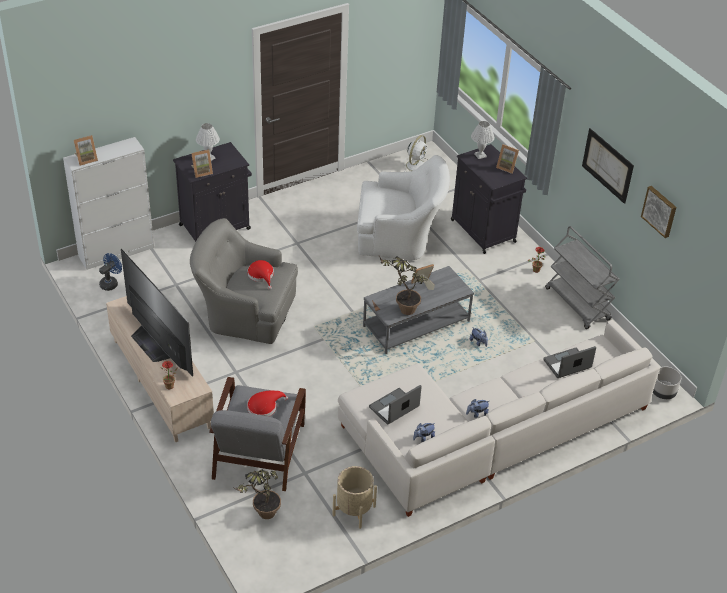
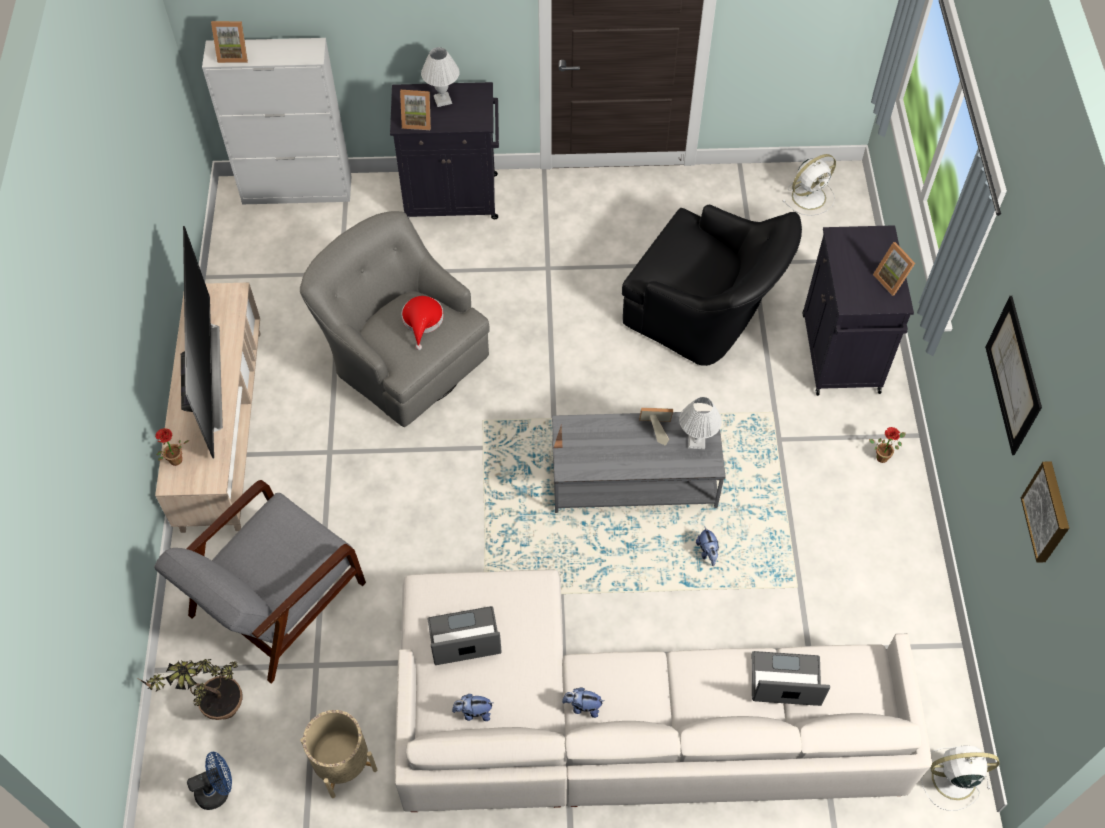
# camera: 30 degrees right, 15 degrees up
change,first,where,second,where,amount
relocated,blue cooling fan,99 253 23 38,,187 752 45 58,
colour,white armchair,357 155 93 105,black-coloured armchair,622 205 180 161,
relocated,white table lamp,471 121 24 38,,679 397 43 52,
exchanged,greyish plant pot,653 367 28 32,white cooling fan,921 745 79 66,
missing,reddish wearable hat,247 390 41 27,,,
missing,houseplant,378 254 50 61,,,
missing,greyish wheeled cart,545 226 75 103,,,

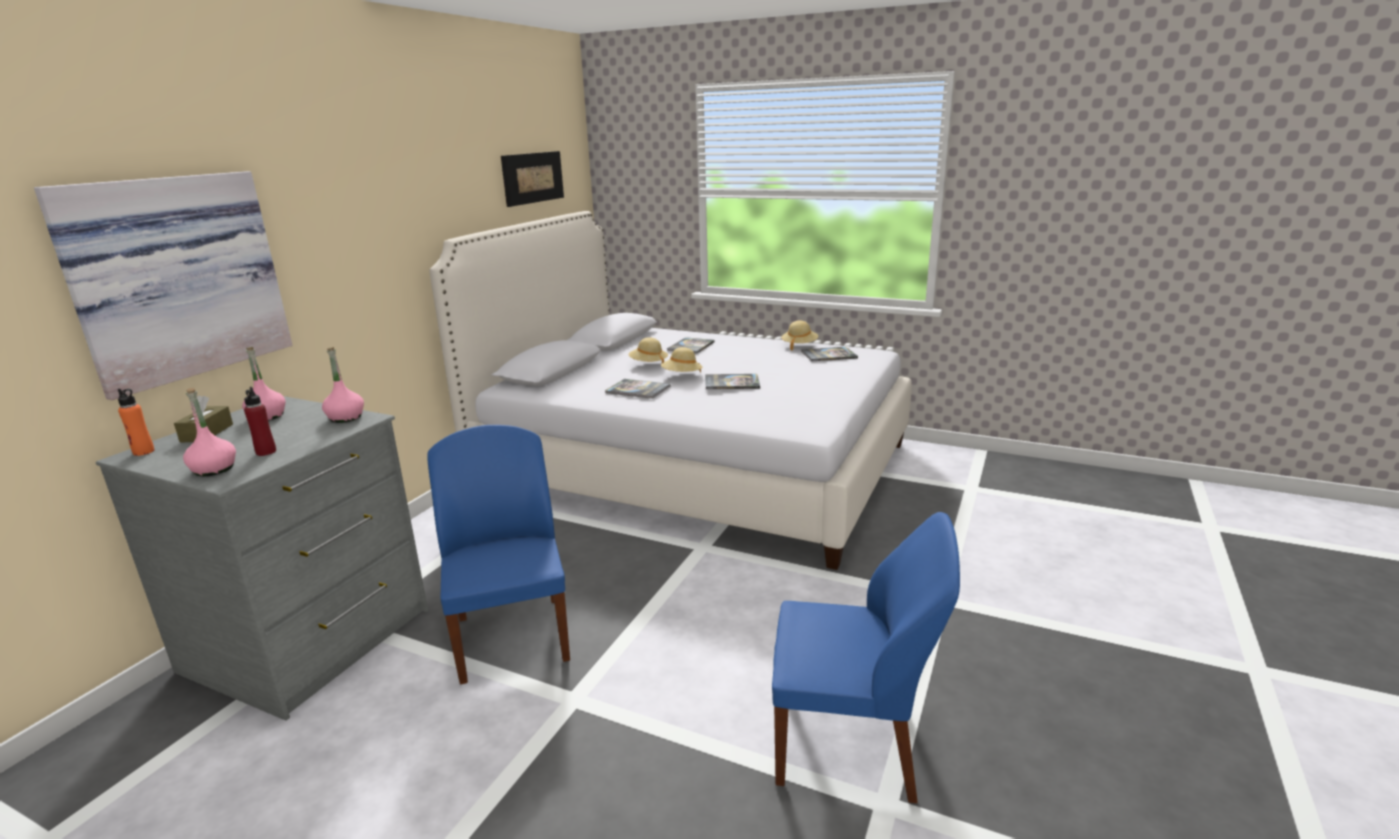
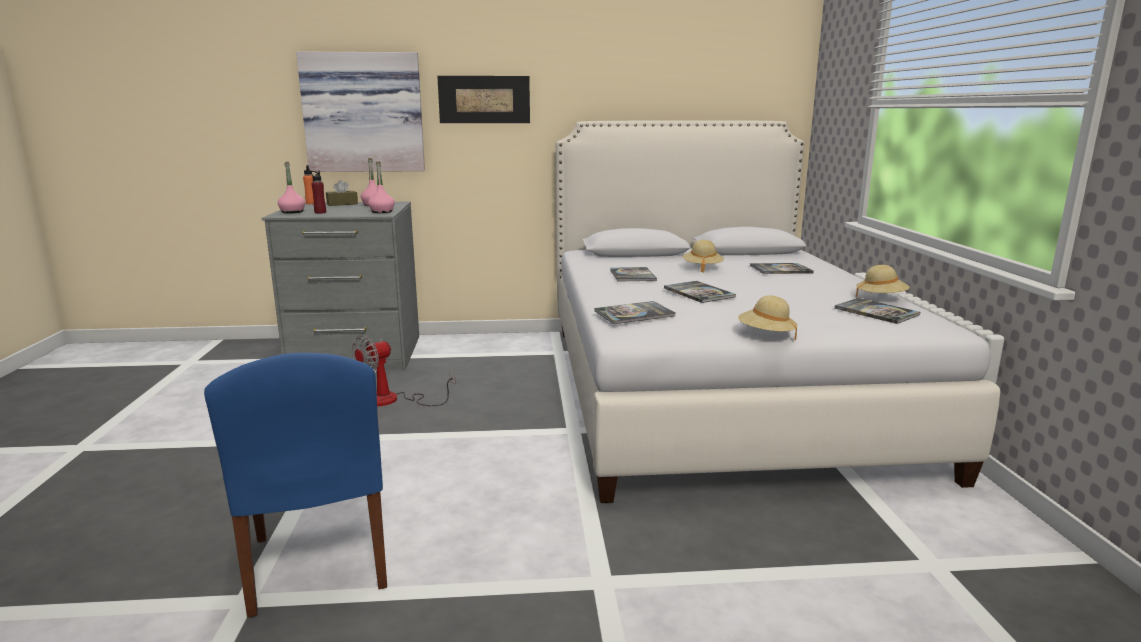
# camera: 60 degrees right, 5 degrees down
change,first,where,second,where,amount
exchanged,blue plain chair,427 425 143 260,cooling fan,352 335 103 71,
relocated,wall art,501 151 63 56,,437 76 93 47,
appeared,,,volume,594 301 81 23,
relocated,beige-coloured wearable hat,661 347 41 26,,738 295 59 45,

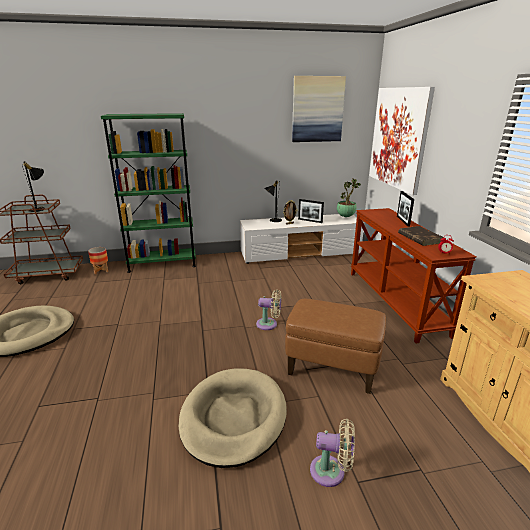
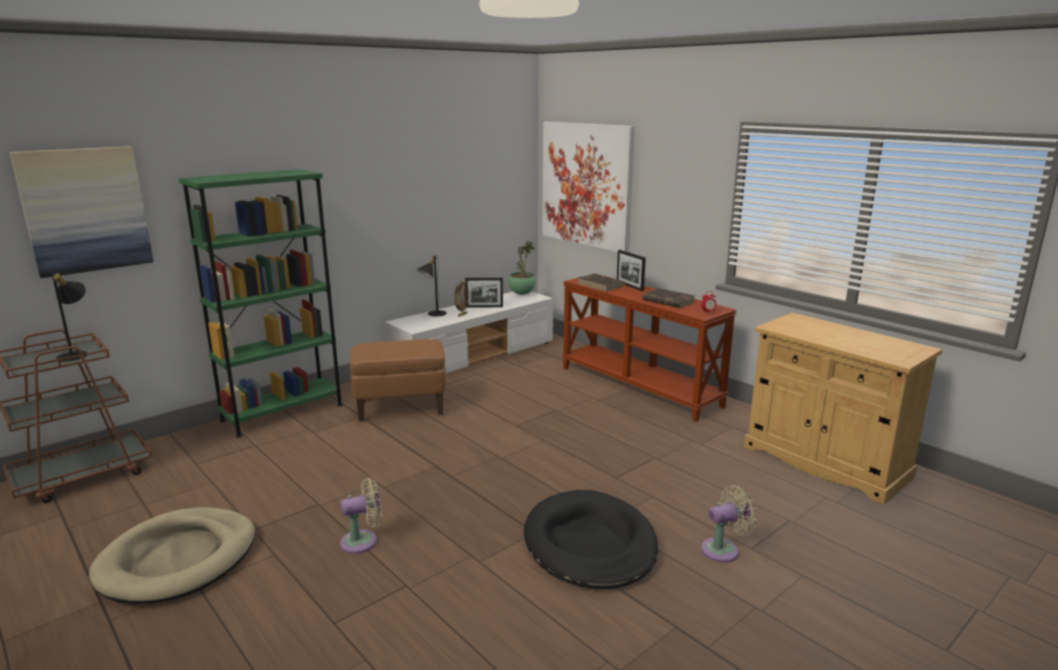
# camera: 30 degrees left, 5 degrees down
change,first,where,second,where,amount
relocated,wall art,292 76 54 66,,10 146 144 132,
relocated,beige-coloured cooling fan,256 289 25 41,,340 478 42 76,
relocated,brown pouffe,285 298 101 96,,350 339 96 82,
colour,beige-coloured pet bed,178 368 109 100,black-coloured pet bed,524 490 134 99,
appeared,,,brown volume,577 274 48 18,
missing,plant pot,88 247 20 27,,,

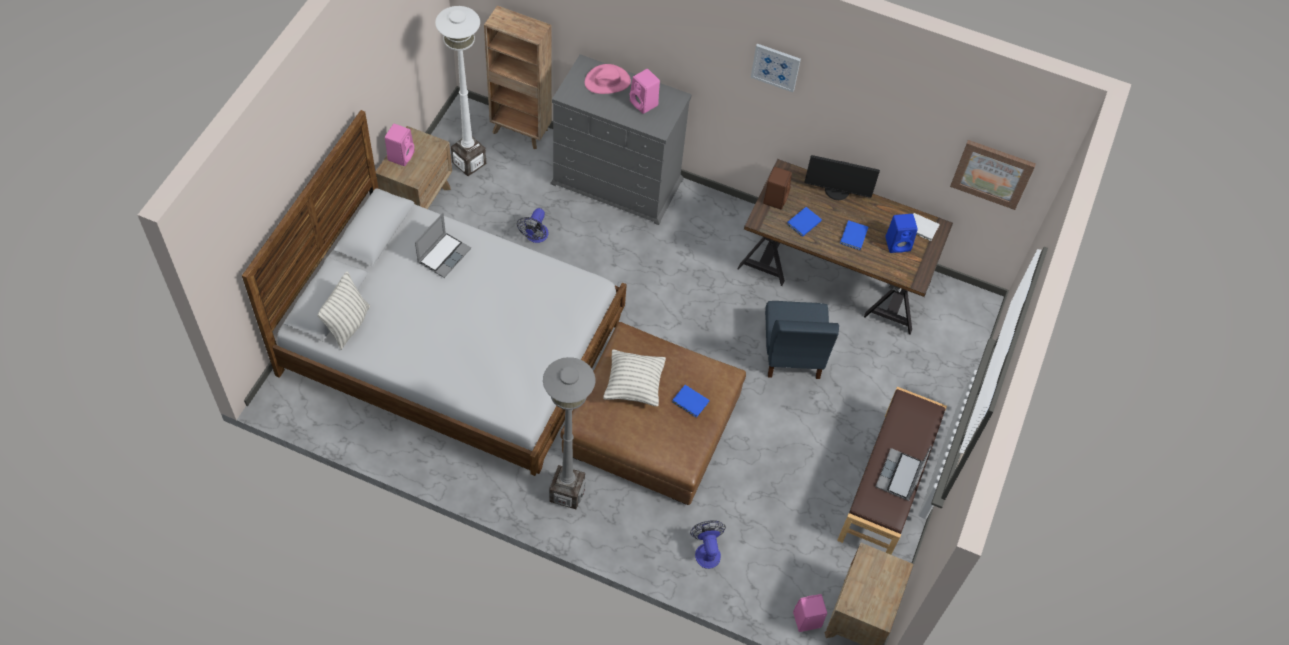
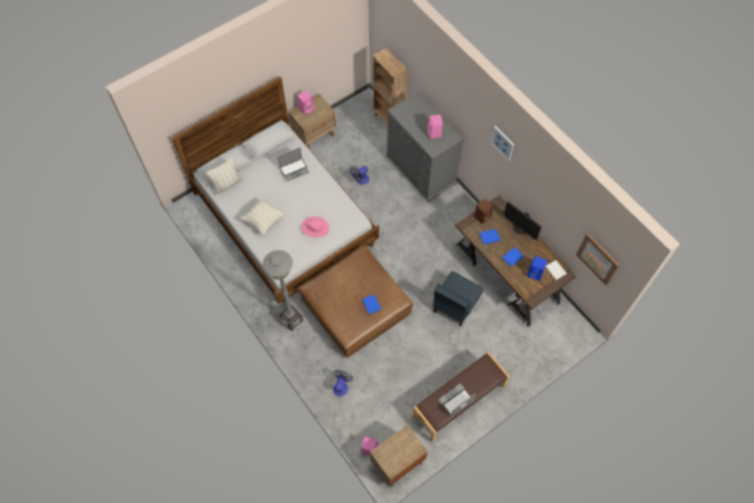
# camera: 35 degrees right, 5 degrees up
change,first,where,second,where,amount
relocated,cushion,603 349 63 57,,240 197 44 38,
relocated,pink-coloured wearable hat,585 64 46 30,,301 216 28 21,
missing,white standard lamp,435 6 51 170,,,

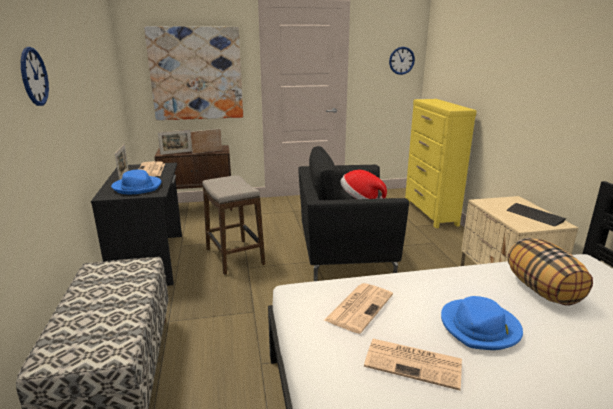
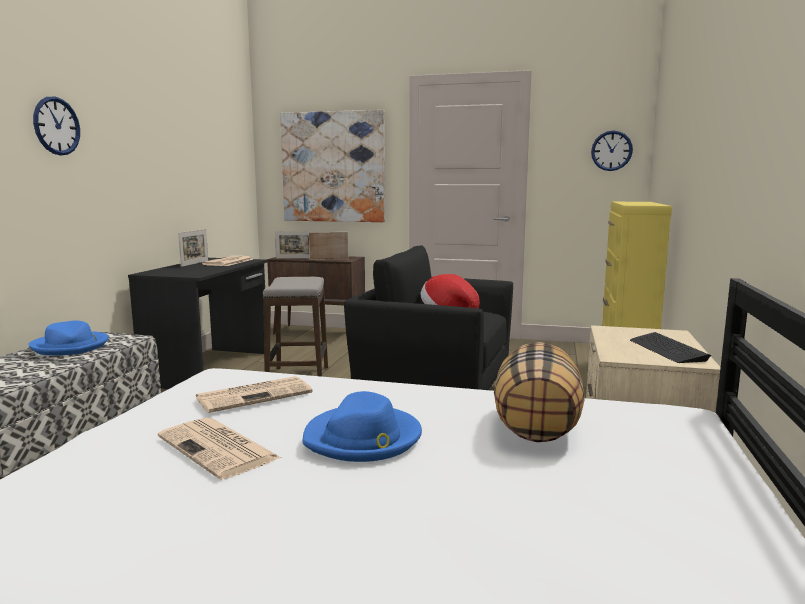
# camera: 25 degrees right, 10 degrees down
change,first,where,second,where,amount
relocated,blue wearable hat,111 169 51 25,,28 320 81 35,

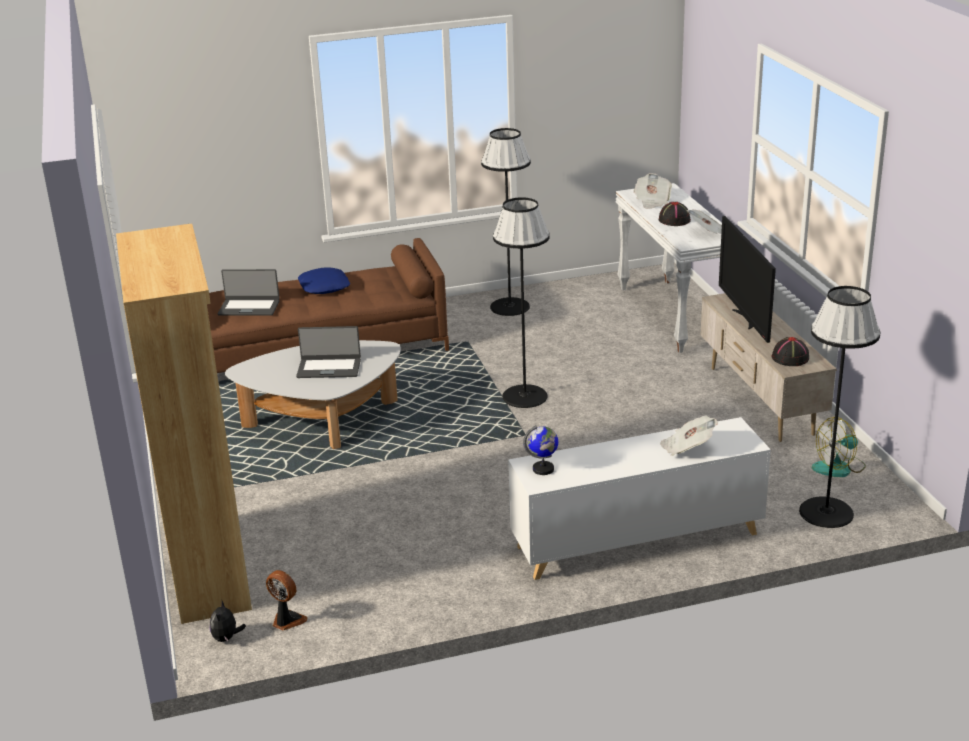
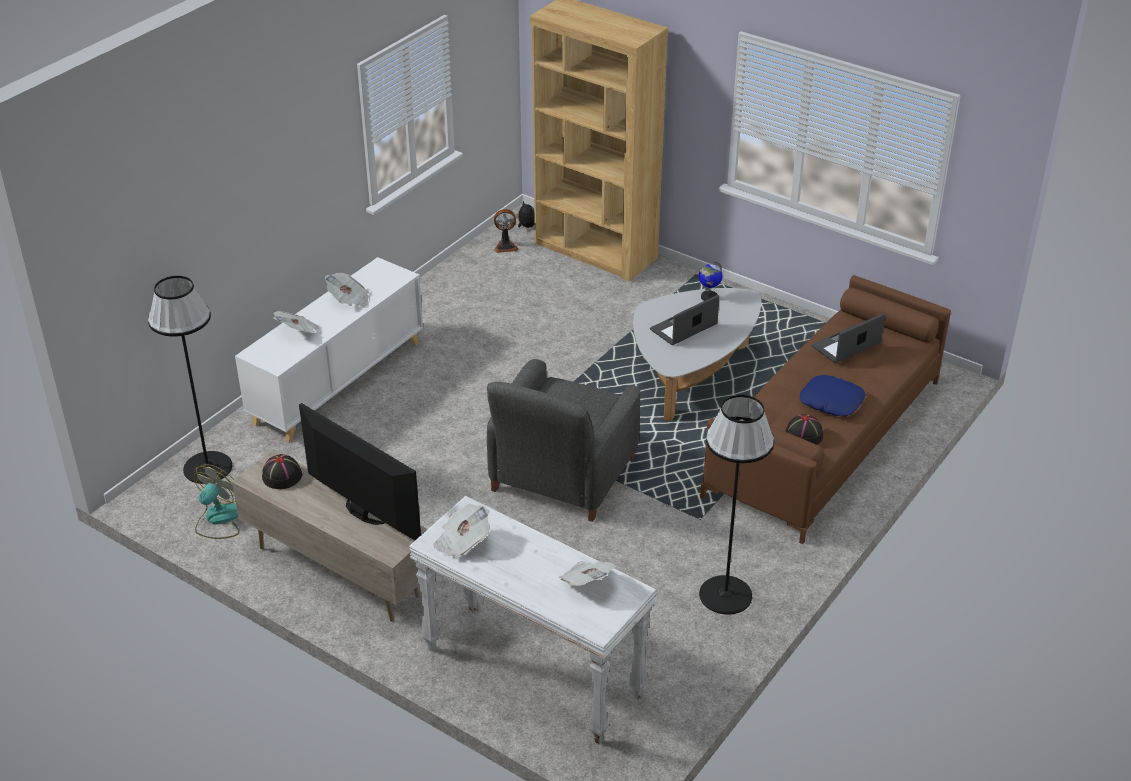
# camera: 140 degrees right, 10 degrees up
change,first,where,second,where,amount
appeared,,,printed paper,325 273 44 35,
exchanged,black-coloured standard lamp,493 197 57 211,greyish armchair,487 359 154 163,
relocated,world globe,523 425 35 50,,699 261 24 40,
relocated,black-coloured wearable hat,659 202 32 24,,785 414 38 31,

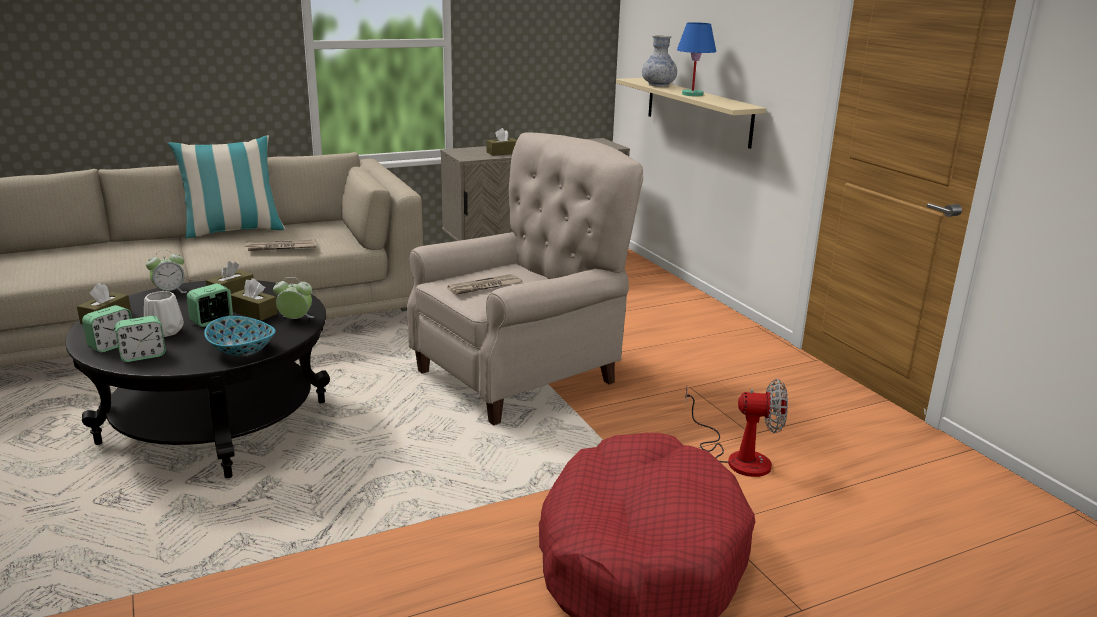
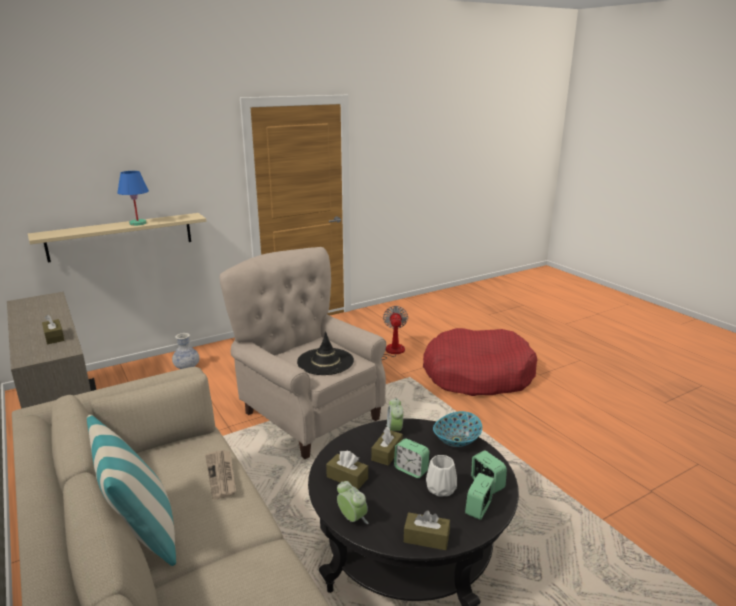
# camera: 95 degrees left, 0 degrees up
change,first,where,second,where,amount
relocated,vase,642 35 35 52,,172 333 27 36,
exchanged,printed paper,447 274 75 21,black-coloured wearable hat,297 331 57 44,
spun,bedside clock,82 305 50 47,,465 473 30 47,90 degrees counterclockwise

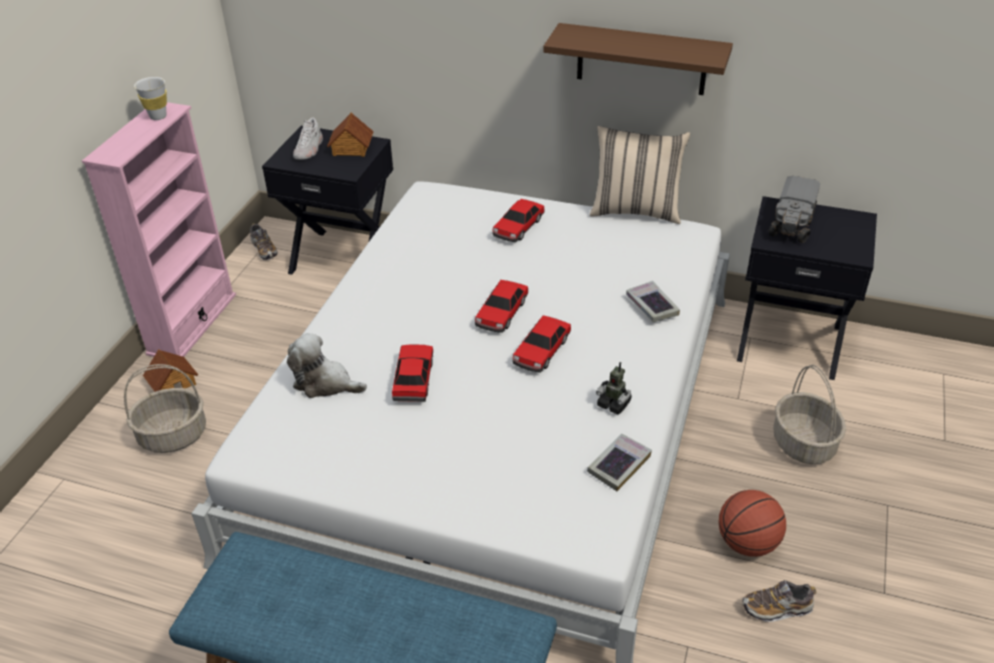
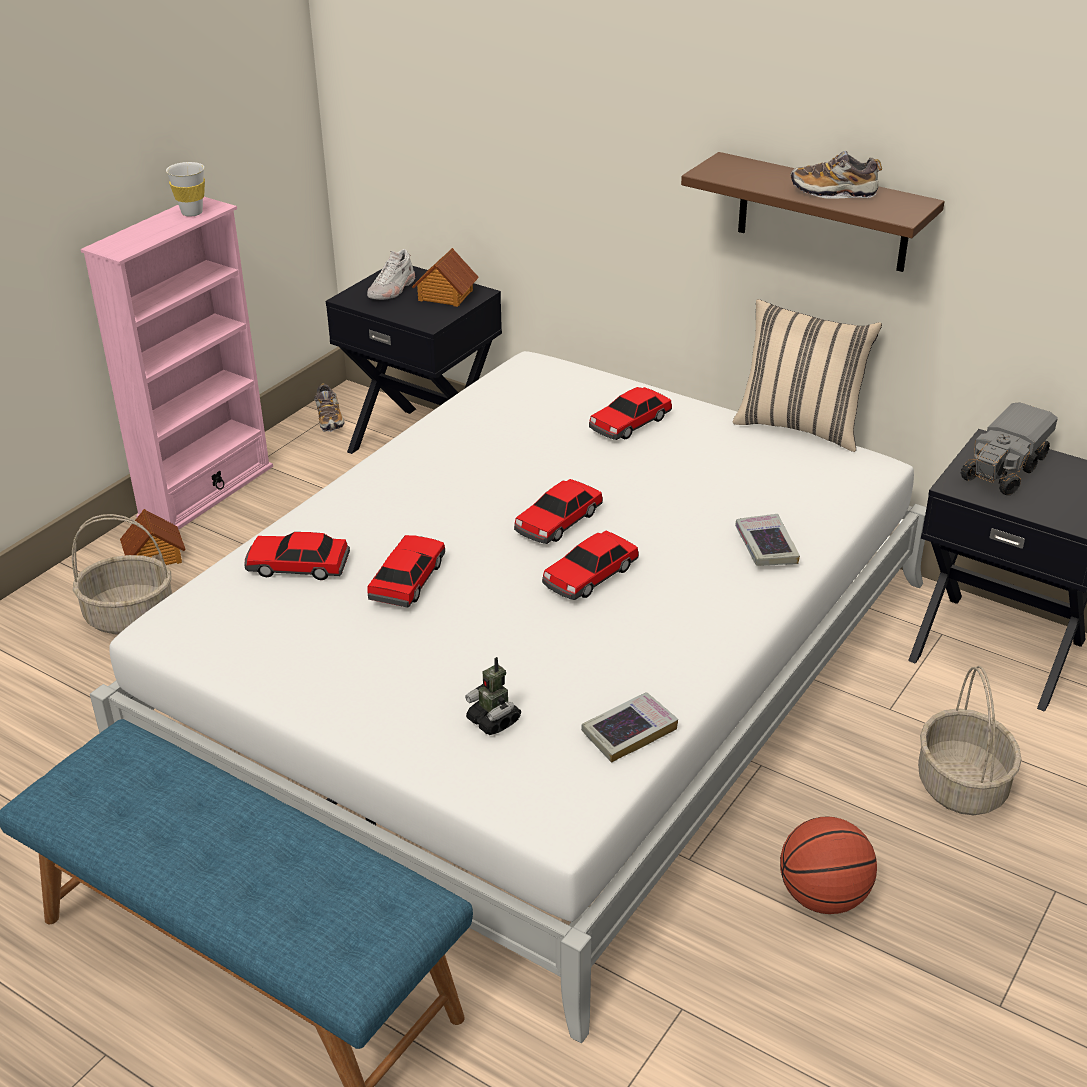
# camera: 15 degrees right, 5 degrees down
change,first,where,second,where,amount
exchanged,plush toy,287 333 80 65,toy car,244 532 106 48,
relocated,toy robot,596 362 36 53,,465 657 56 78,
relocated,shoe,742 580 75 42,,790 151 92 48,

